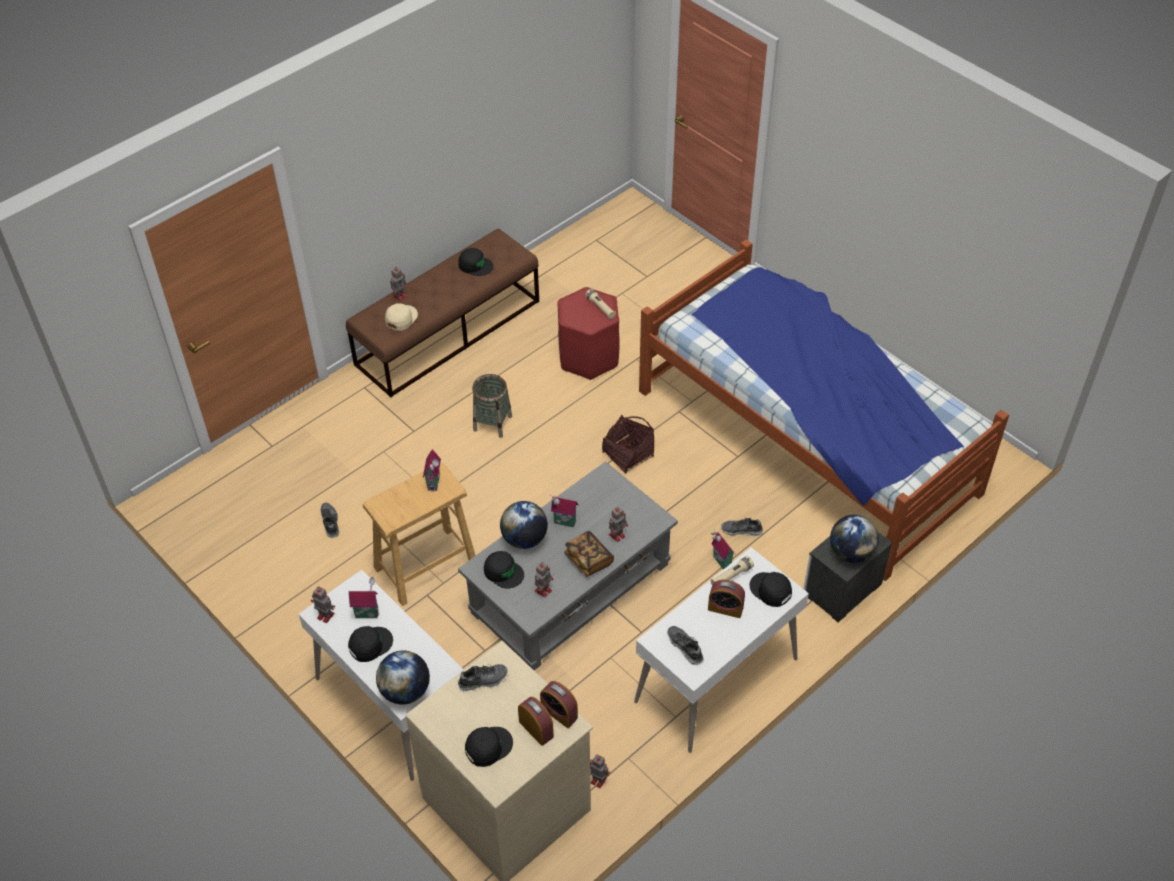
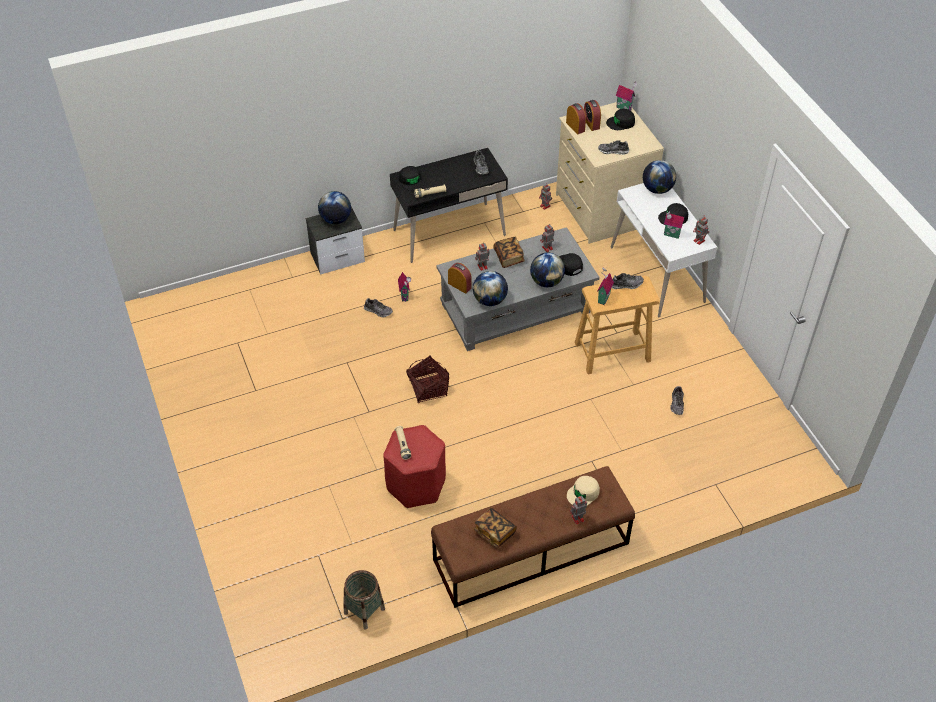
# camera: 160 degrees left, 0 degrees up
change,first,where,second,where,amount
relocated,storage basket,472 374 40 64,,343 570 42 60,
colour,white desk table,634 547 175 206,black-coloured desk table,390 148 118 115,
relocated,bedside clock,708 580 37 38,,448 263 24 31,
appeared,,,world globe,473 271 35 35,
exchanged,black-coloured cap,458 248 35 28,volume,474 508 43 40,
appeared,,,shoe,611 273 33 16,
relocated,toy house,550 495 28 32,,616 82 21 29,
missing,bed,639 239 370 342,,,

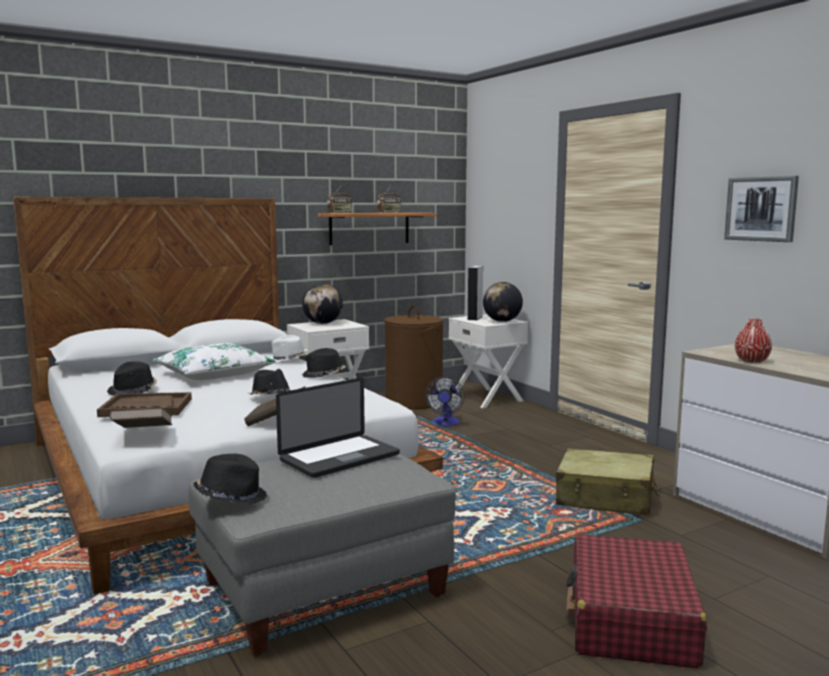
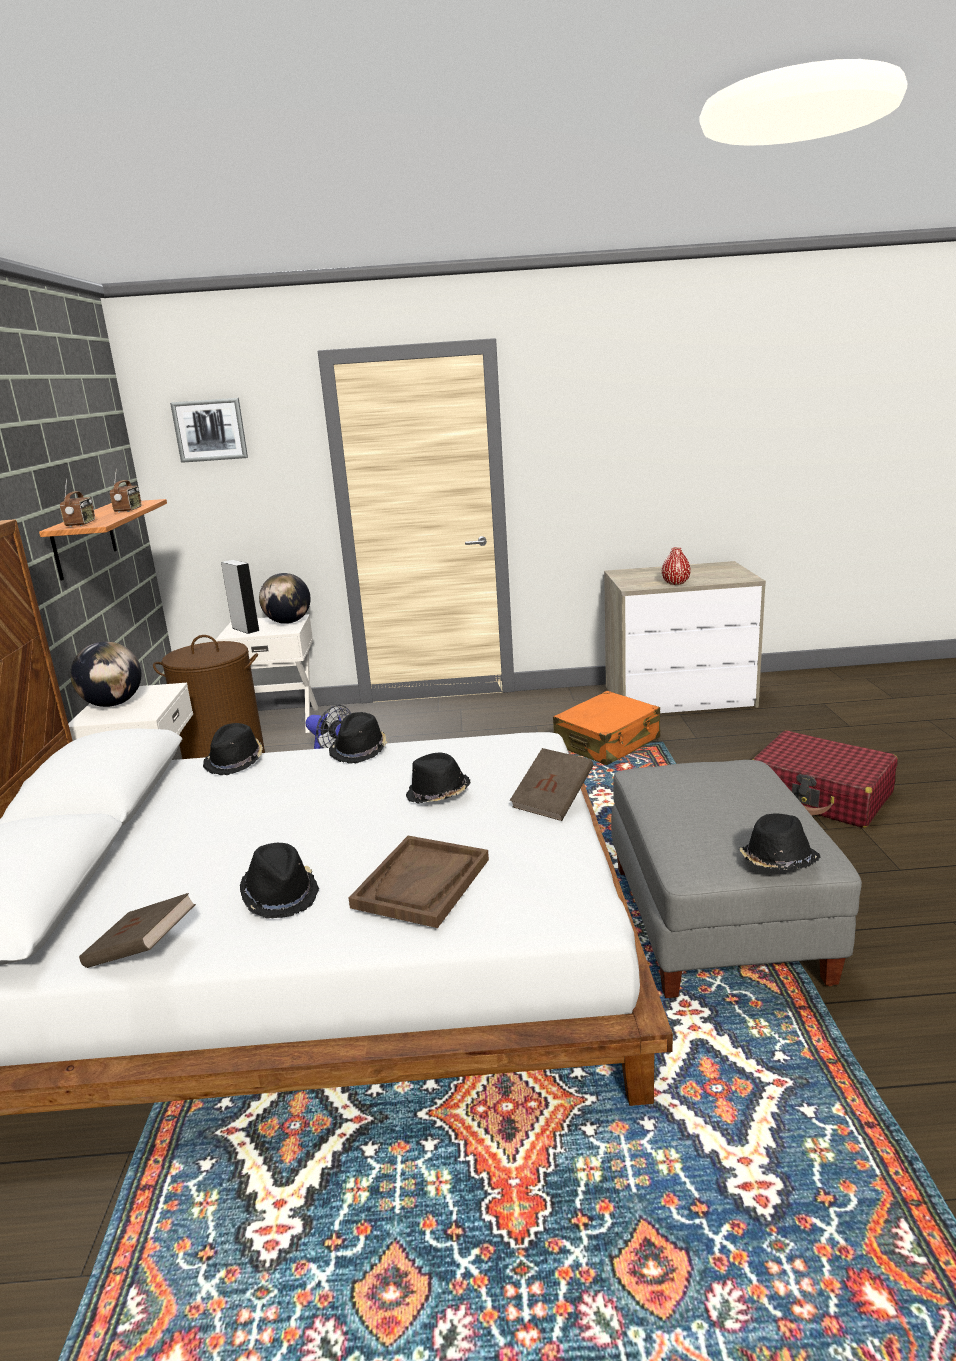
# camera: 60 degrees left, 10 degrees up
change,first,where,second,where,amount
relocated,brown volume,109 407 63 21,,79 893 117 75,
relocated,wall art,724 176 75 66,,170 398 78 65,
colour,white wearable hat,270 335 38 27,black-coloured wearable hat,203 723 60 52,
colour,beige-coloured travel case,556 448 103 68,orange travel case,553 691 107 74,
missing,white cushion,153 343 123 37,,,
missing,portable computer,276 378 124 100,,,

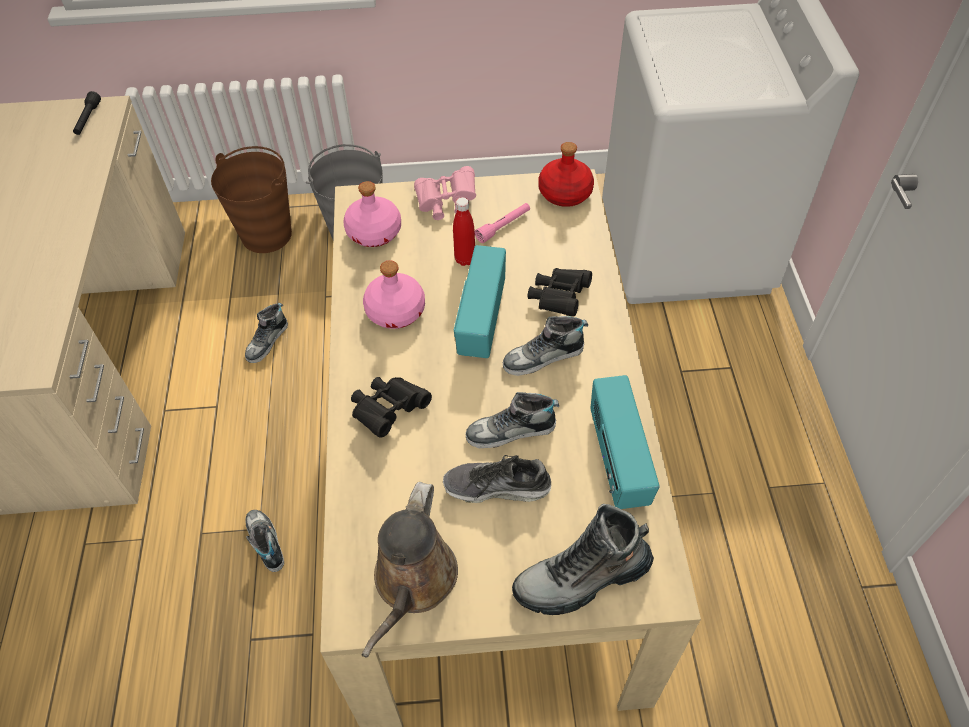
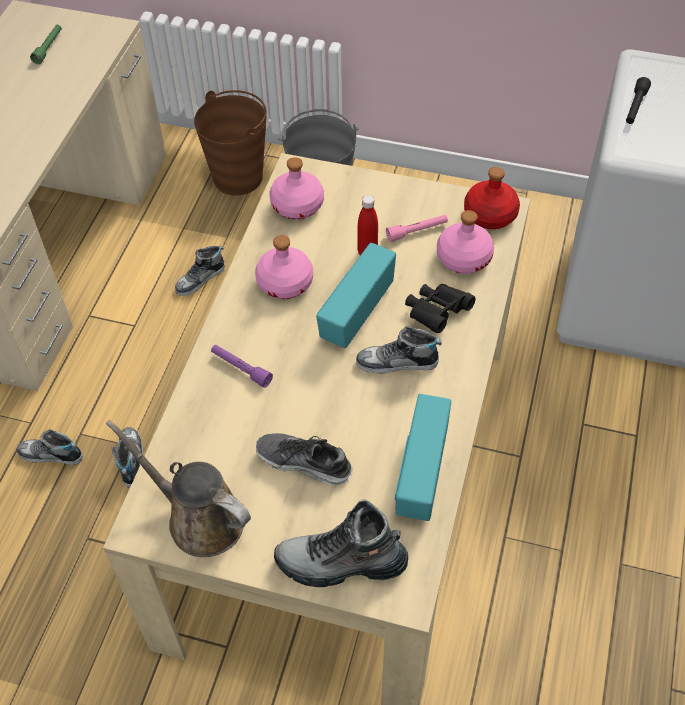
# camera: 20 degrees right, 0 degrees up
change,first,where,second,where,amount
relocated,shoe,466 392 93 56,,17 429 66 36,
appeared,,,greenish flashlight,30 25 32 39,
spun,brown sprinkling can,361 482 97 175,,106 420 145 137,90 degrees clockwise
exchanged,black-coloured binoculars,351 377 81 60,purple flashlight,211 345 62 43,
appeared,,,pink-coloured bottle,437 210 57 64,
relocated,black-coloured flashlight,73 91 28 44,,626 77 25 47,
missing,pink-coloured binoculars,414 166 62 54,,,

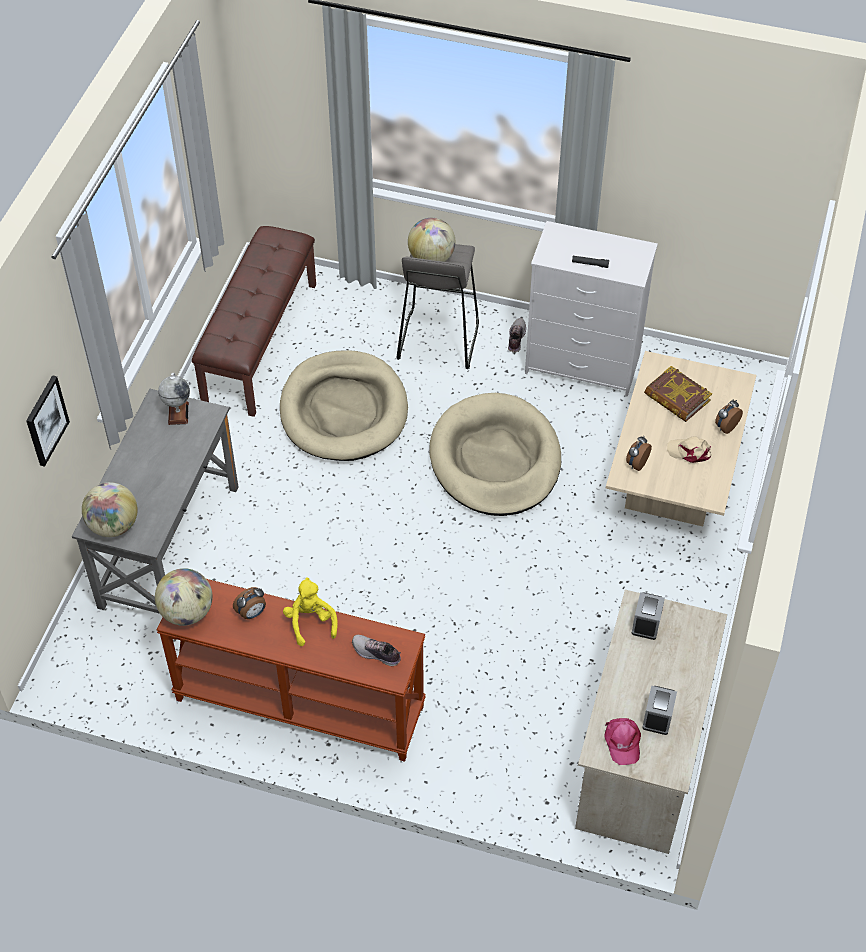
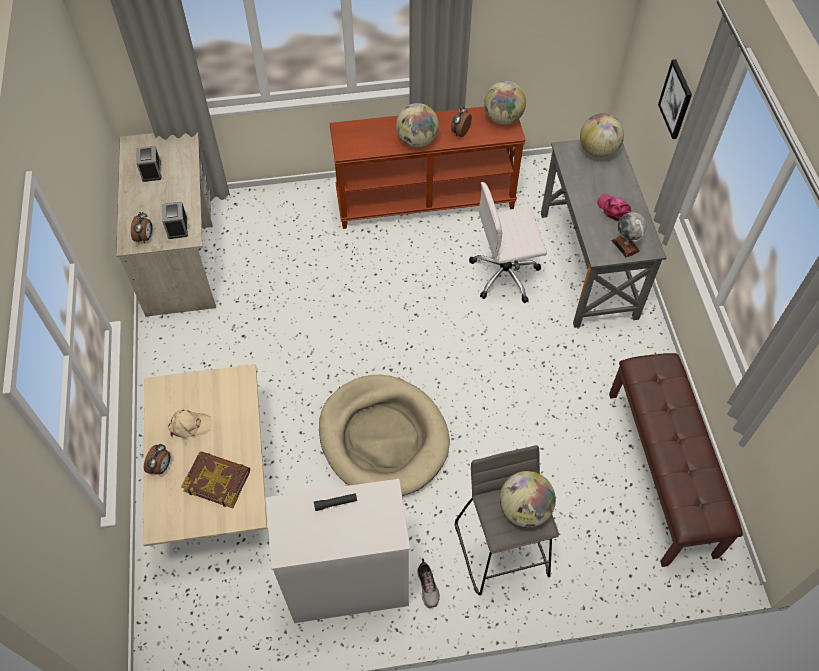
# camera: 155 degrees right, 5 degrees up
change,first,where,second,where,amount
relocated,bedside clock,626 436 26 35,,131 211 21 32,
exchanged,yellowish plush toy,283 577 55 69,world globe,396 103 43 44,
appeared,,,white office chair,469 182 78 121,
relocated,pink-coloured cap,604 718 37 47,,597 194 34 27,
missing,beige-coloured pet bed,280 350 128 111,,,
missing,shoe,352 635 49 31,,,

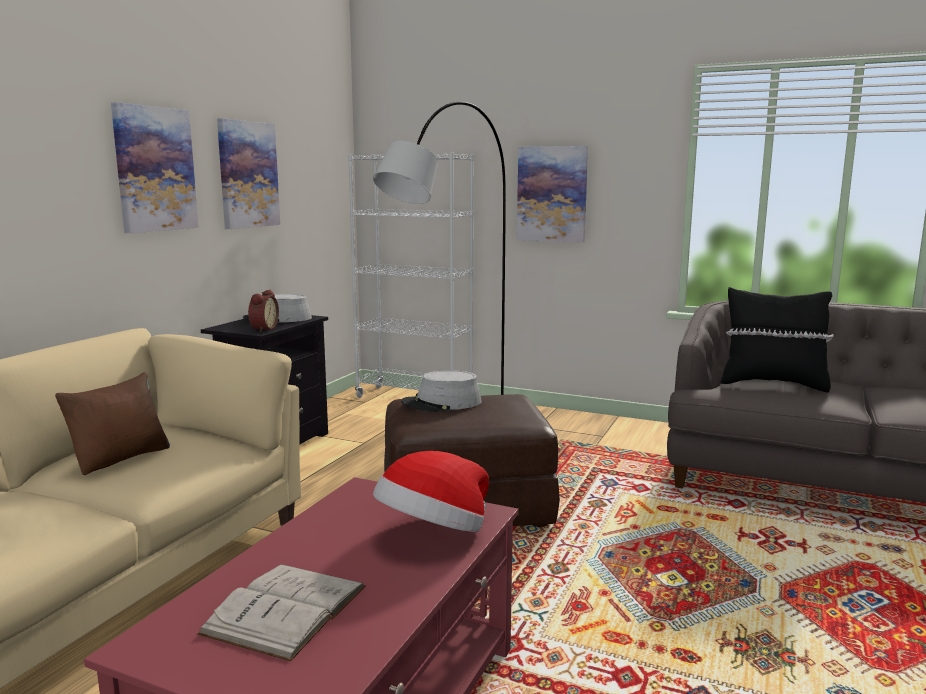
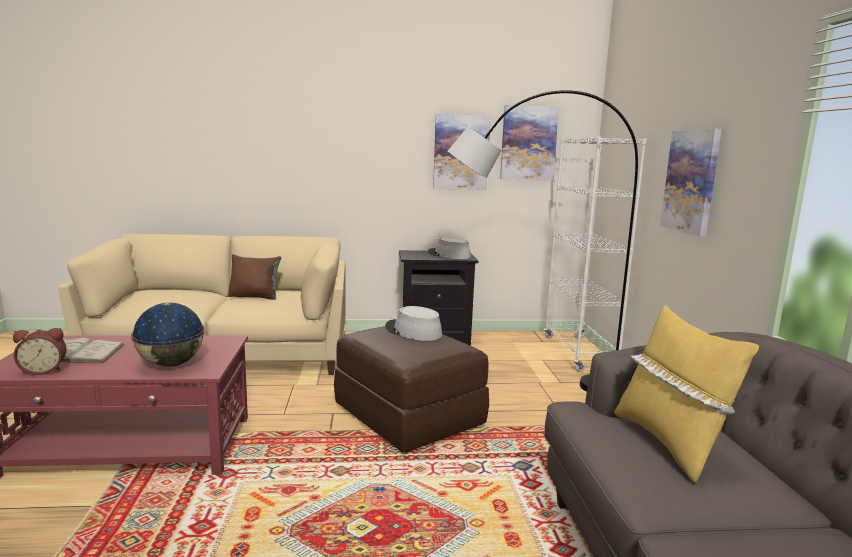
# camera: 60 degrees right, 0 degrees up
change,first,where,second,where,amount
relocated,bedside clock,248 290 31 42,,13 328 54 47,
exchanged,wearable hat,373 451 116 81,world globe,131 303 74 64,
relocated,wall art,111 102 88 131,,500 105 59 76,
colour,black-coloured cushion,721 287 113 105,yellowish cushion,614 305 145 178,

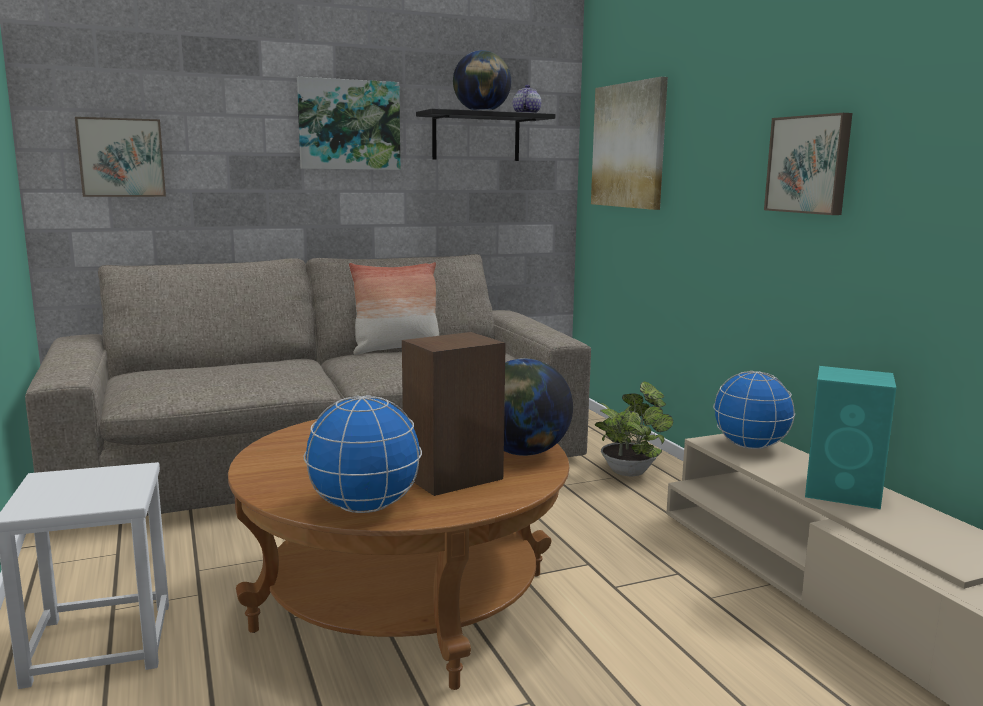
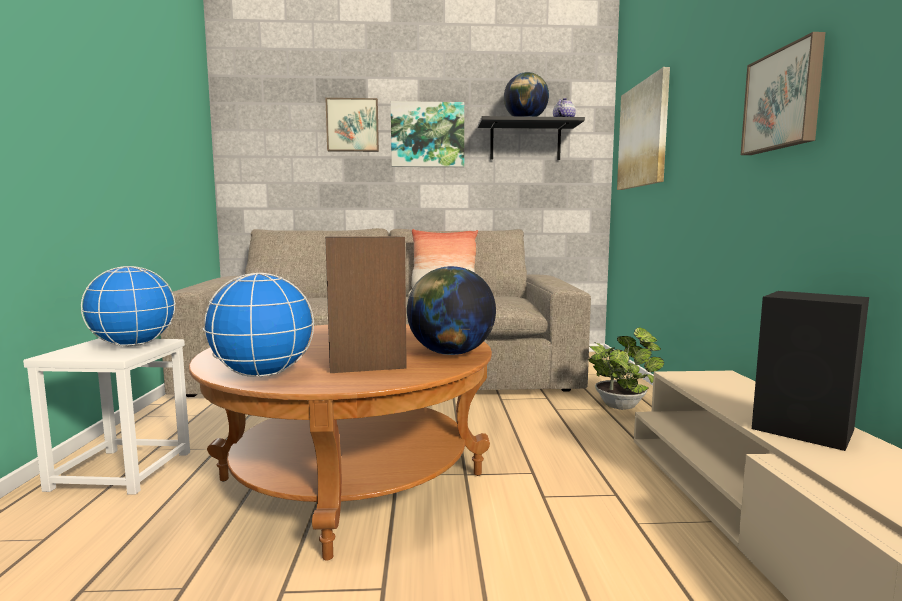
# camera: 20 degrees right, 5 degrees down
change,first,where,second,where,amount
relocated,world globe,713 371 82 78,,81 266 95 81,
relocated,wall art,75 117 91 80,,325 98 54 54,
colour,turquoise-coloured speaker,805 366 91 143,black-coloured speaker,752 291 117 160,

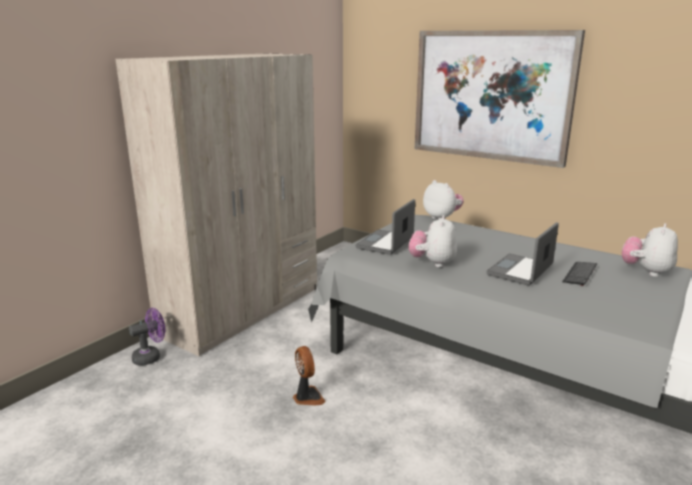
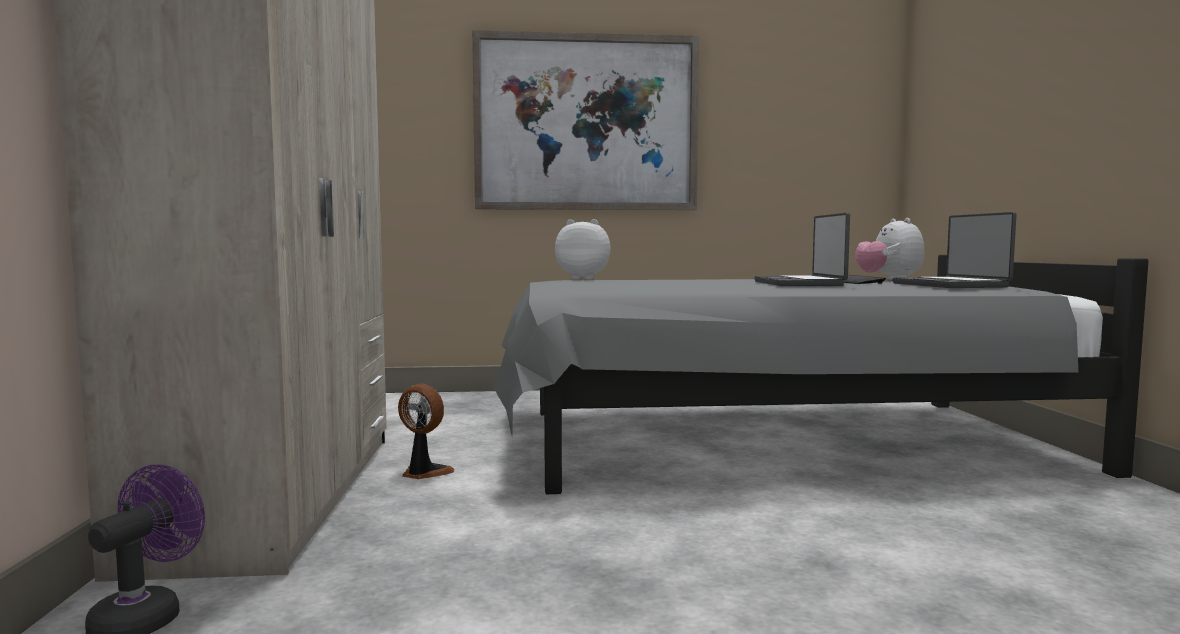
# camera: 40 degrees left, 15 degrees down
change,first,where,second,where,amount
relocated,cooling fan,293 346 33 60,,398 384 57 95,
relocated,portable computer,355 199 60 56,,892 212 125 76,
missing,plush toy,409 215 48 52,,,

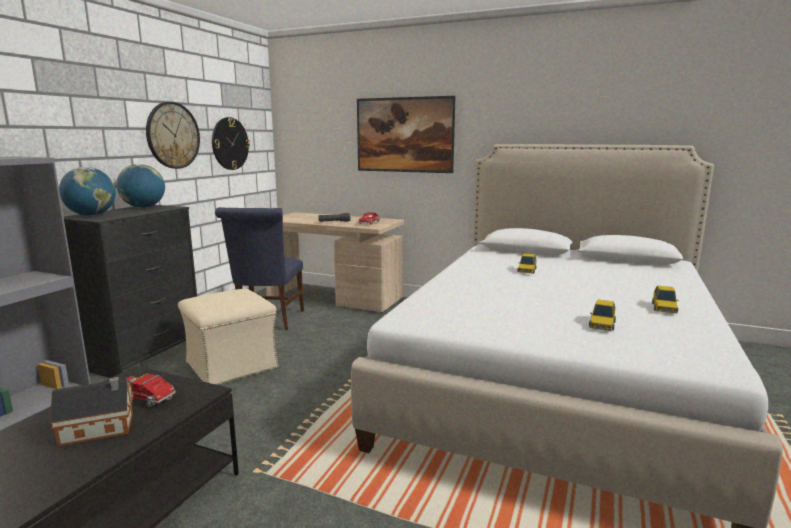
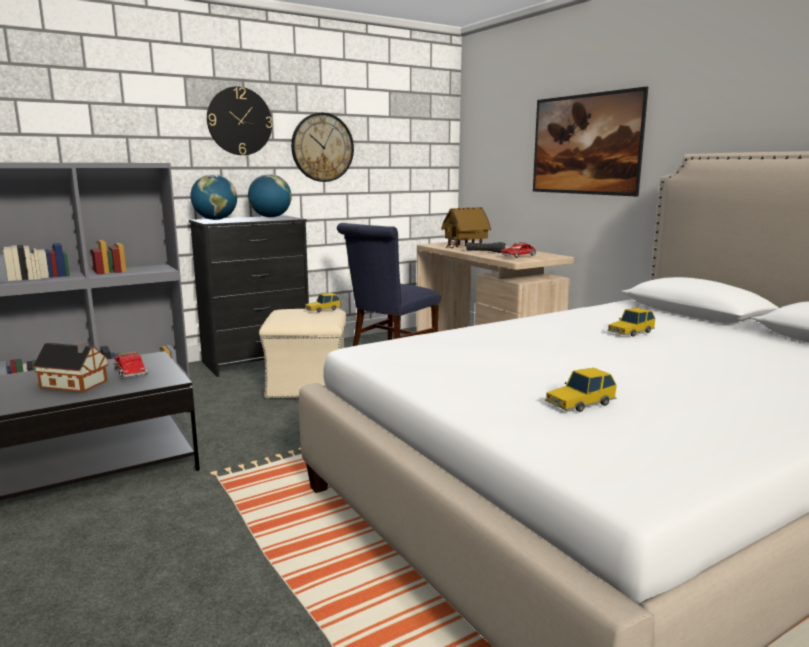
# camera: 35 degrees right, 0 degrees up
change,first,where,second,where,amount
relocated,hanging clock,212 117 38 53,,207 86 65 69,
relocated,toy car,652 286 27 28,,305 293 35 19,
appeared,,,toy house,441 207 50 42,

